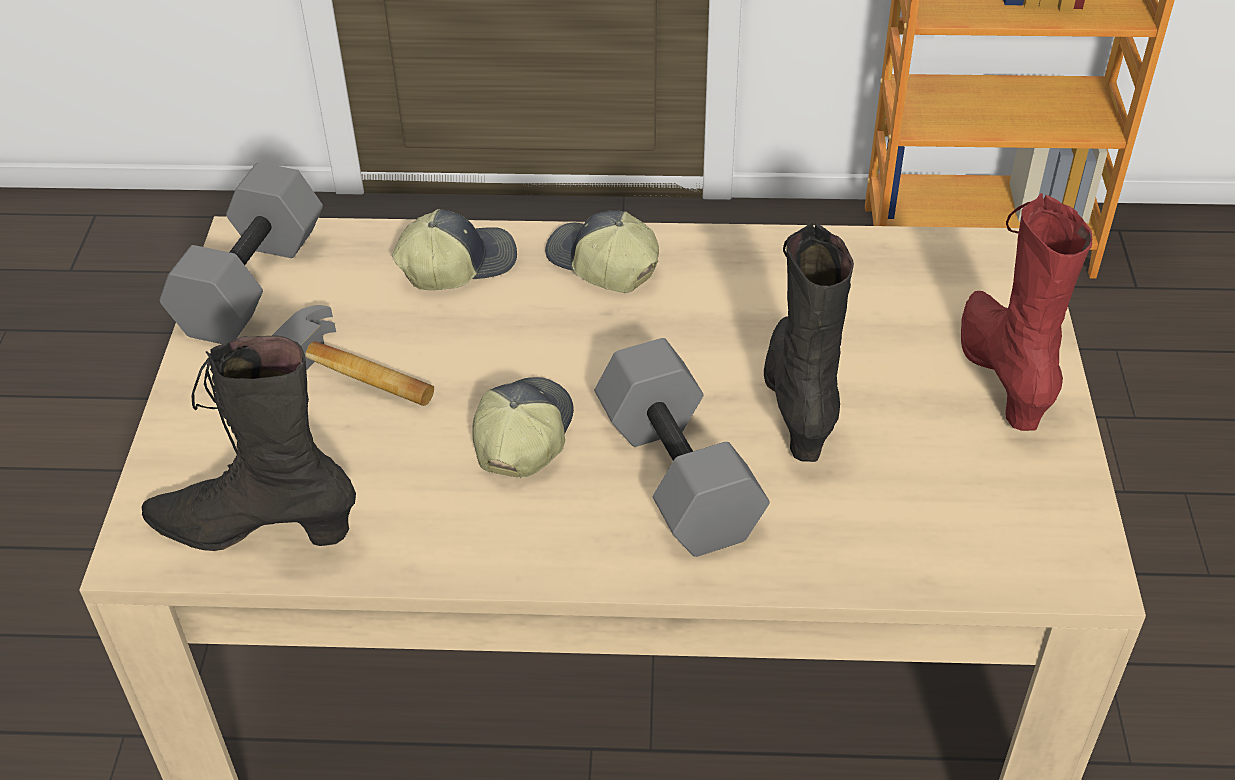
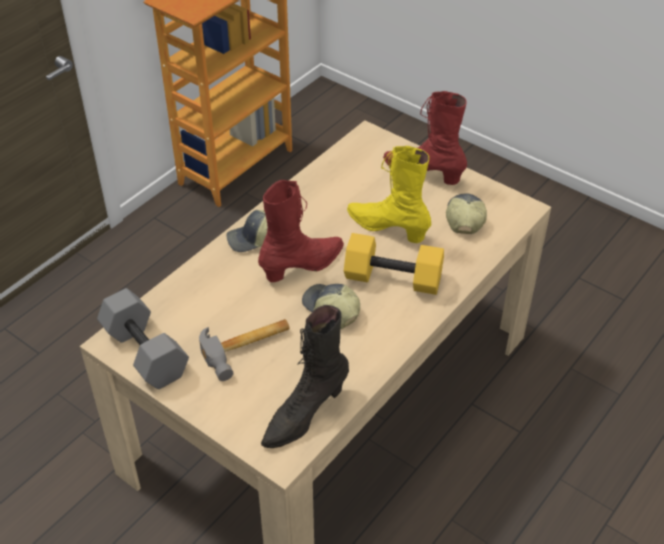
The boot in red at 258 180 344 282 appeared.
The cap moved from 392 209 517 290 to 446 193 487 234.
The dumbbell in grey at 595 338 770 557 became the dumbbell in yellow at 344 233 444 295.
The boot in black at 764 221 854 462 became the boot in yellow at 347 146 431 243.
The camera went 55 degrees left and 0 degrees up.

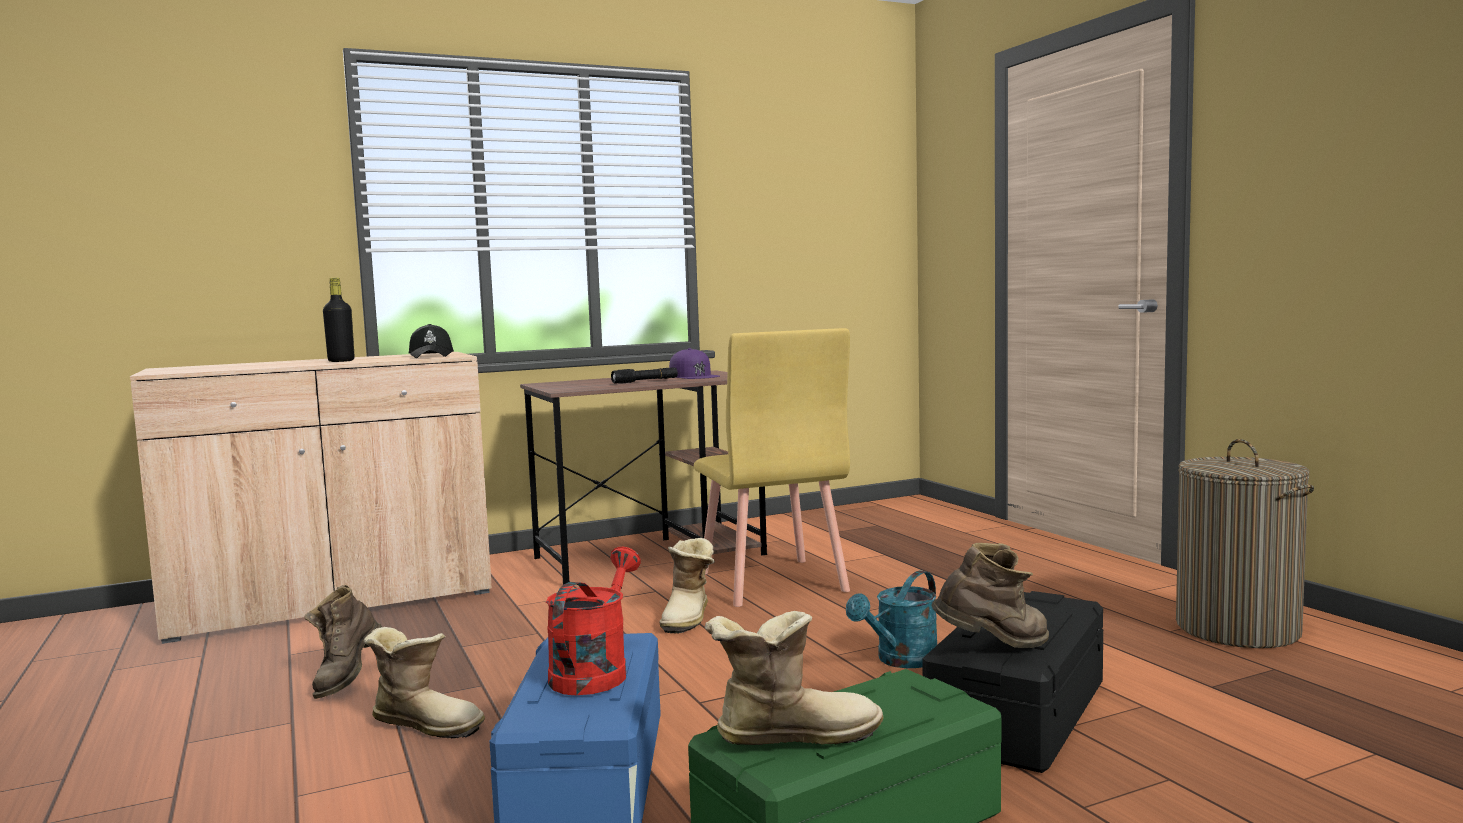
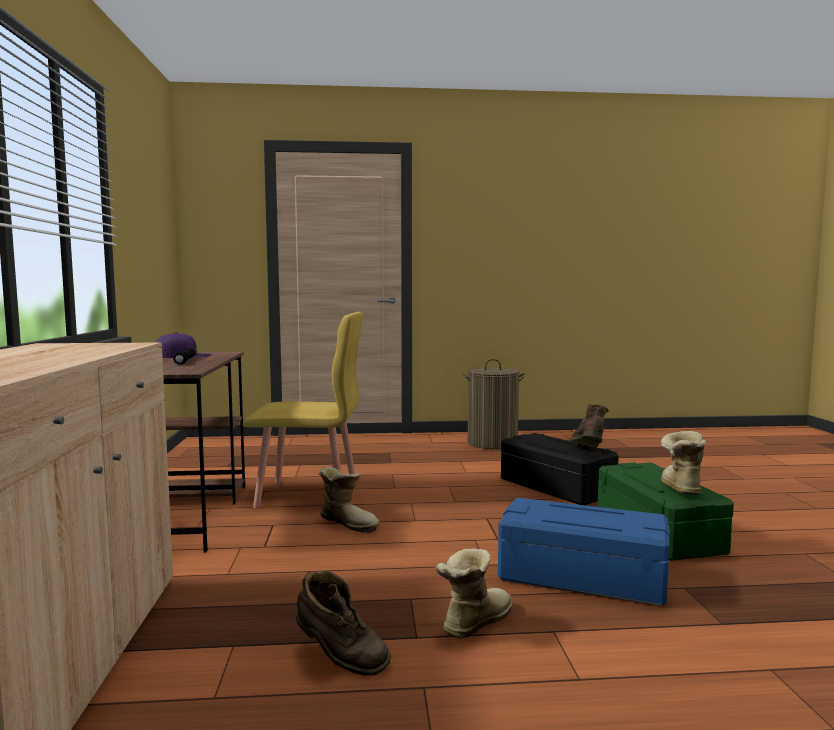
The bottle in black at 323 278 355 362 disappeared.
The cap in black at 408 324 454 358 disappeared.
The watering can in red at 546 546 641 695 disappeared.
The watering can in turquoise at 846 571 937 668 disappeared.
The camera went 70 degrees left and 0 degrees up.

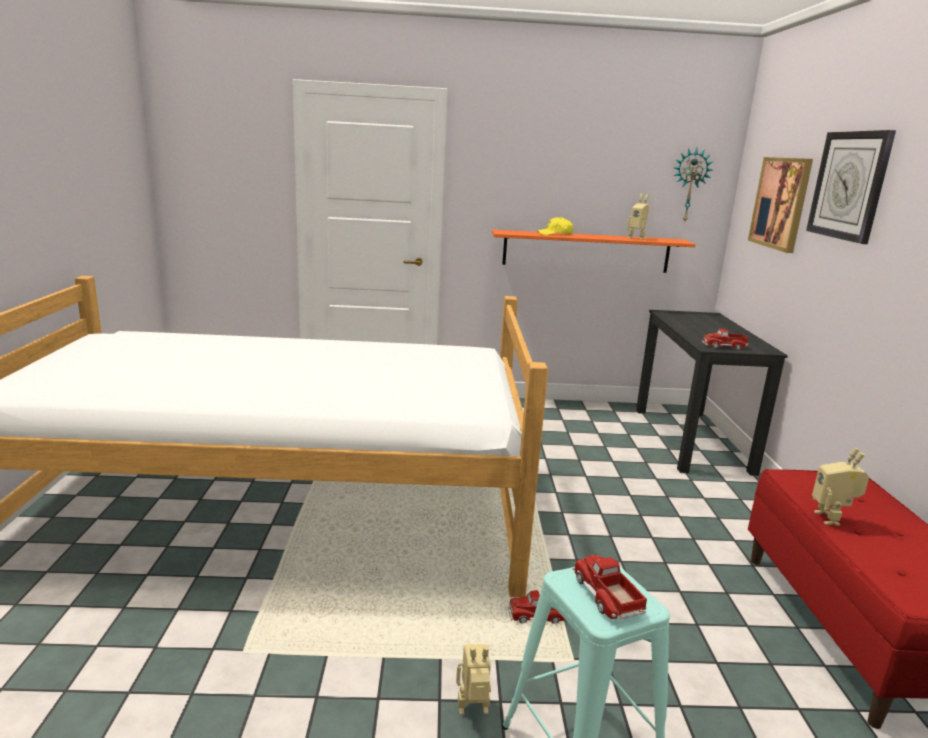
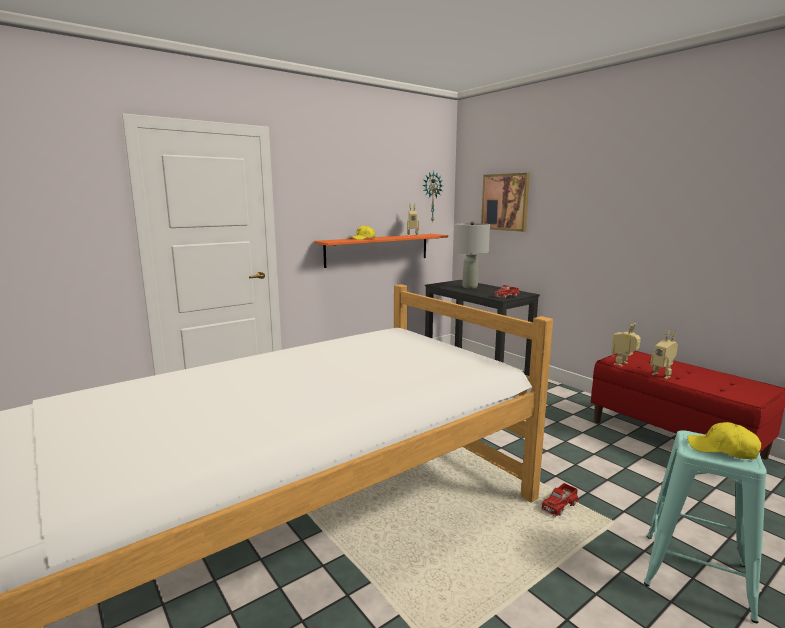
The wall clock at 806 130 896 244 disappeared.
The table lamp in grey at 454 221 490 289 appeared.
The toy robot moved from 456 644 491 715 to 611 323 641 367.
The toy truck at 573 555 647 619 was replaced by the cap in yellow at 687 422 761 460.
The camera went 35 degrees left and 5 degrees down.

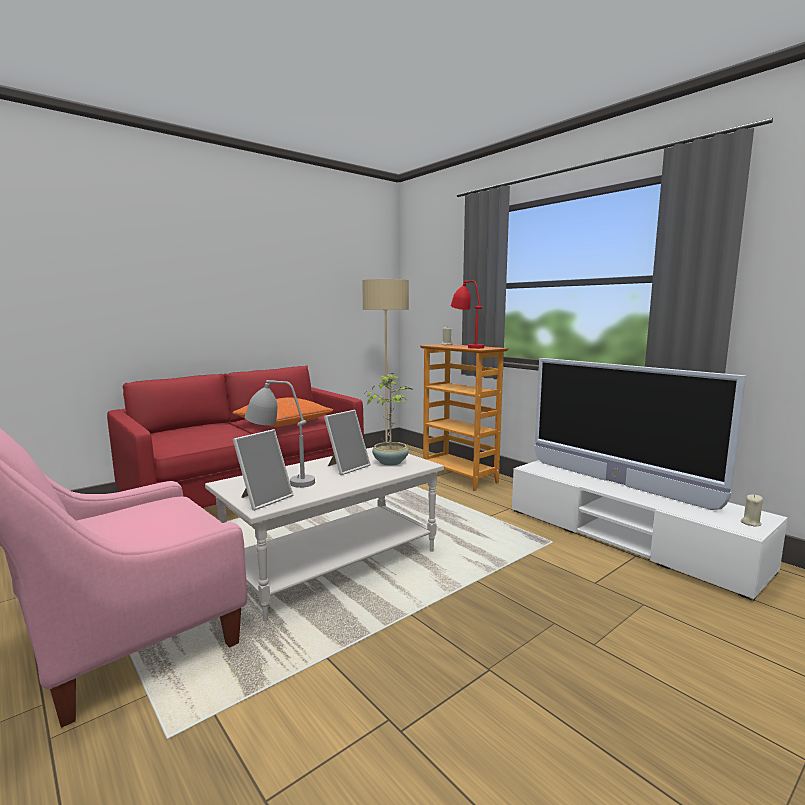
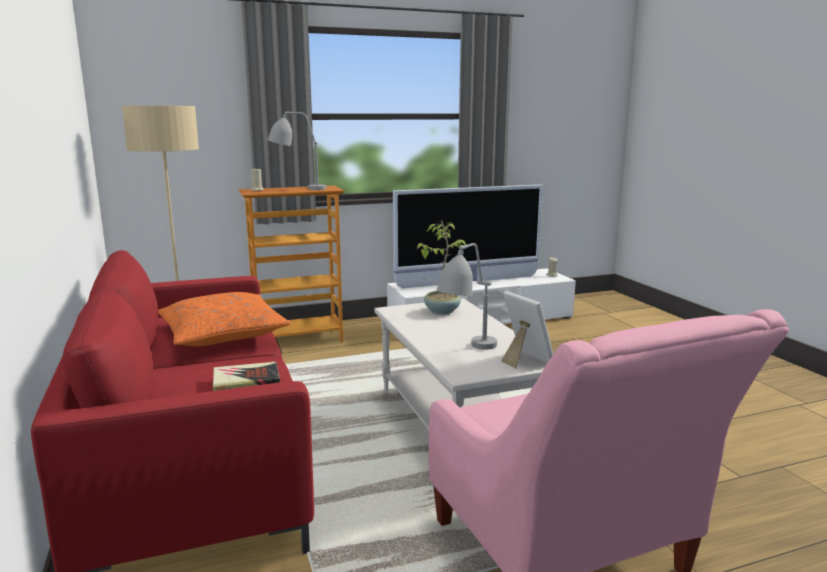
The picture frame at 324 410 370 475 disappeared.
The book at 213 362 280 391 appeared.
The table lamp in red at 451 281 484 349 became the table lamp in grey at 268 112 326 190.
The camera went 70 degrees left and 5 degrees up.

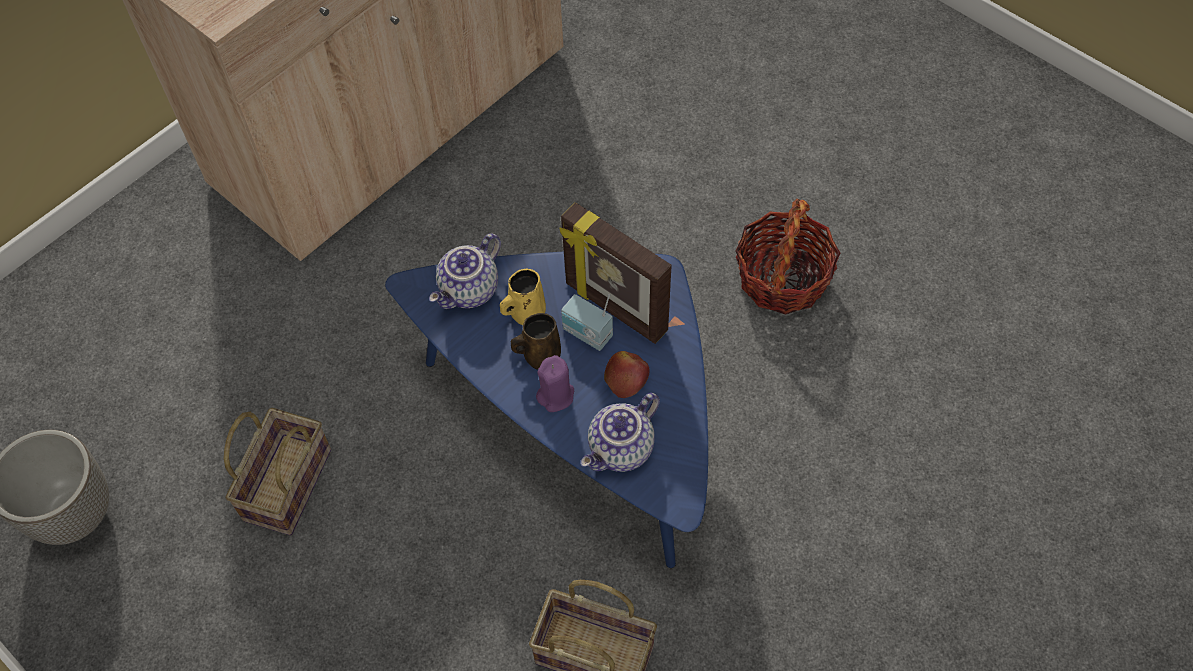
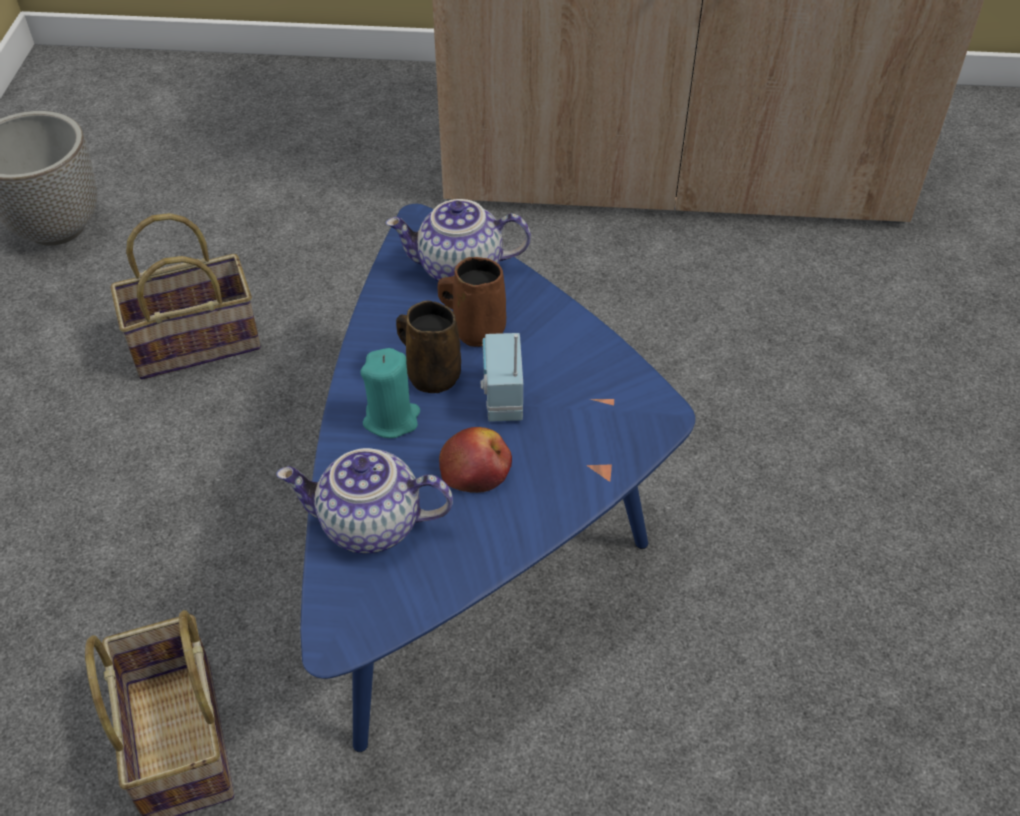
The picture frame at 559 202 672 344 disappeared.
The basket at 735 199 841 315 disappeared.
The mug in yellow at 500 269 546 325 became the mug in brown at 438 257 506 347.
The candle in purple at 536 355 574 412 became the candle in turquoise at 360 348 420 438.
The camera went 50 degrees right and 10 degrees down.

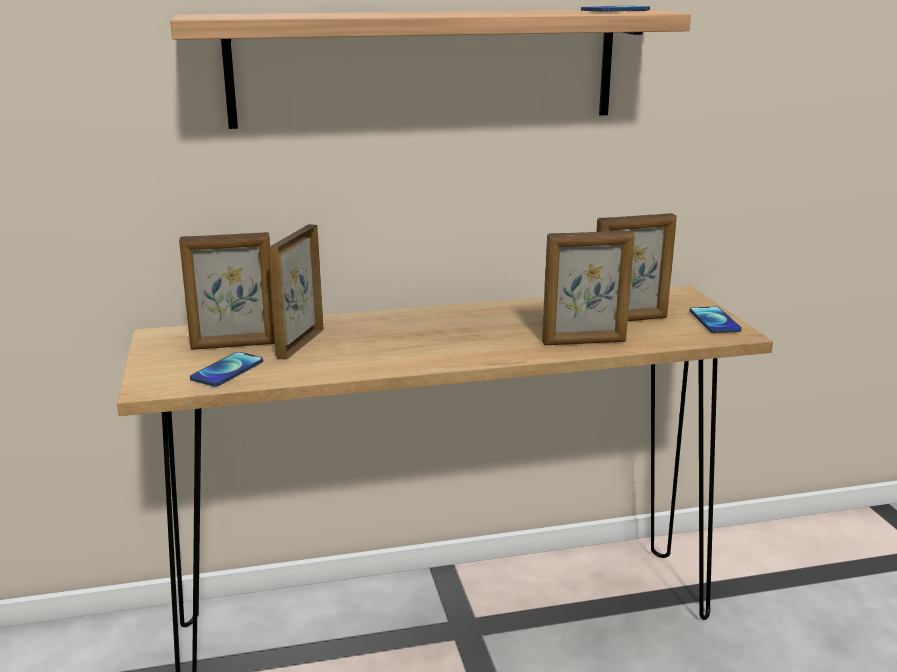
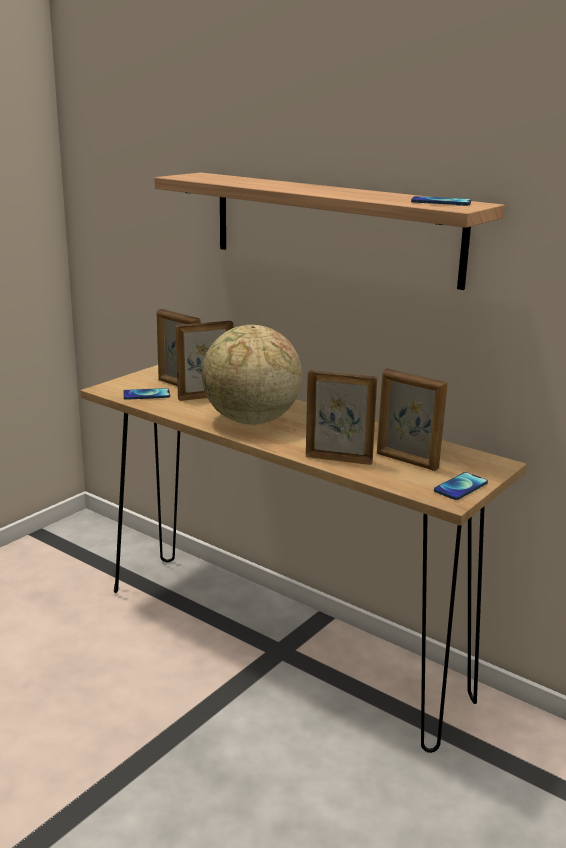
The globe at 202 325 302 425 appeared.
The picture frame at 542 231 635 345 turned 150 degrees clockwise.
The camera went 50 degrees right and 0 degrees up.

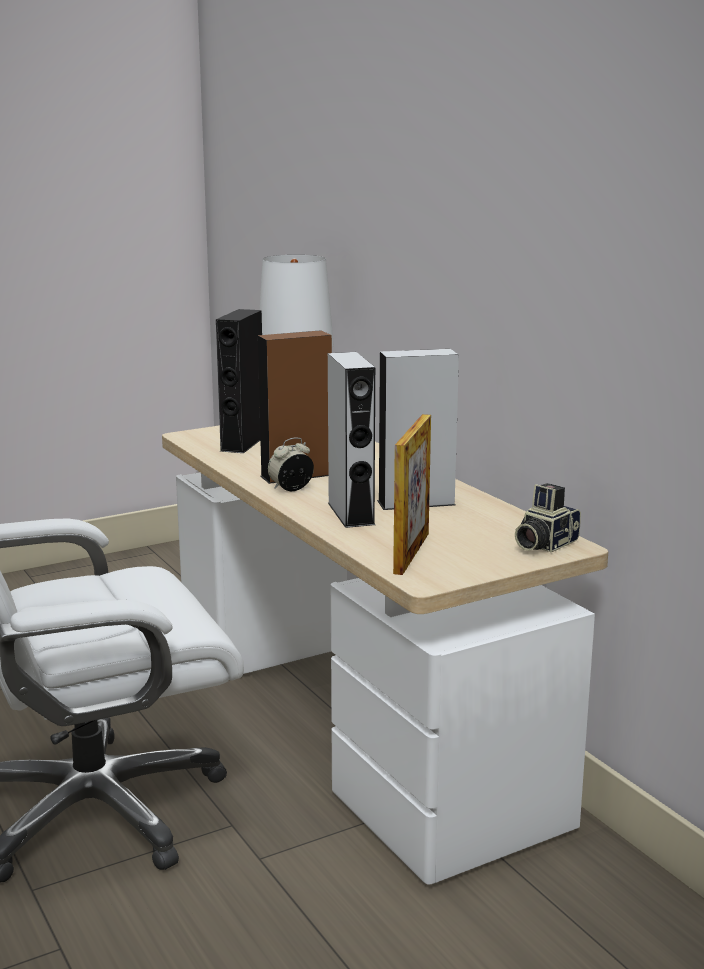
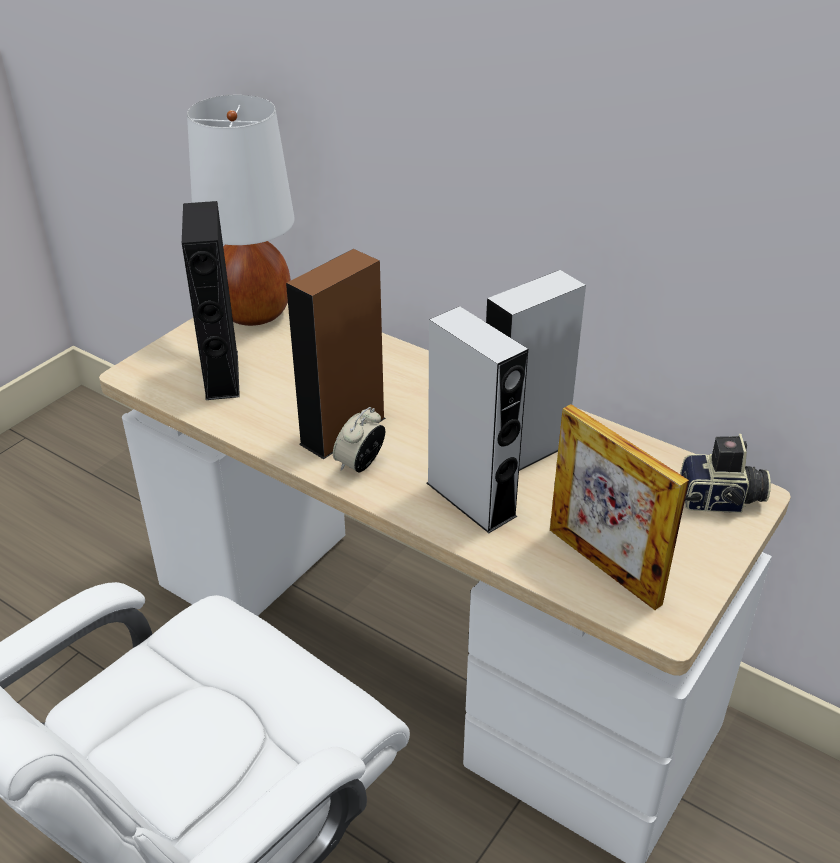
The picture frame at 393 414 431 575 turned 150 degrees clockwise.
The photo camera at 515 483 581 552 turned 105 degrees counterclockwise.
The camera went 25 degrees left and 20 degrees up.

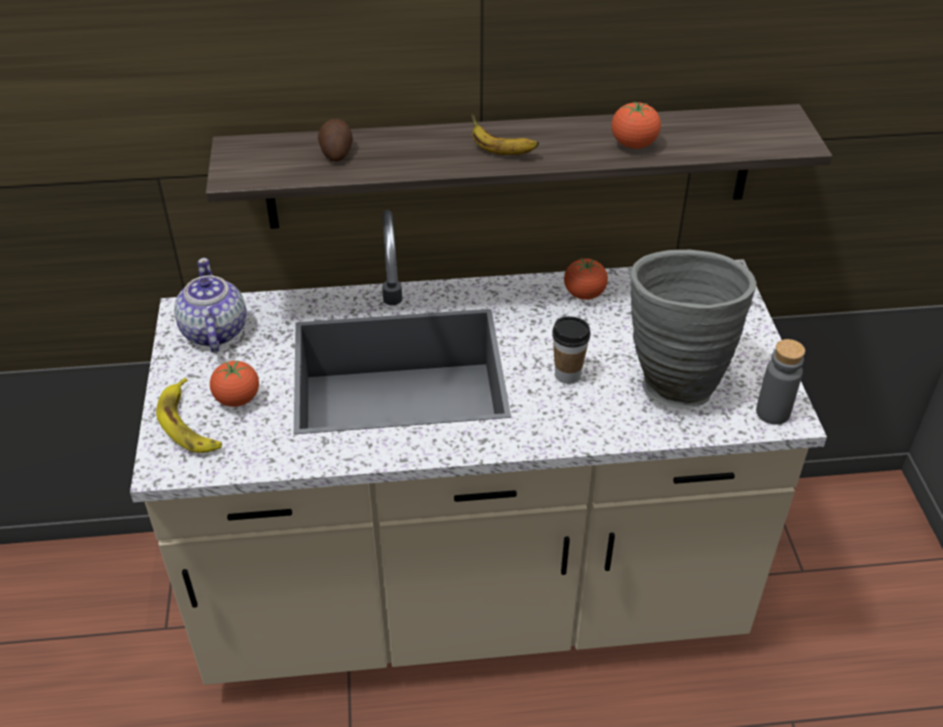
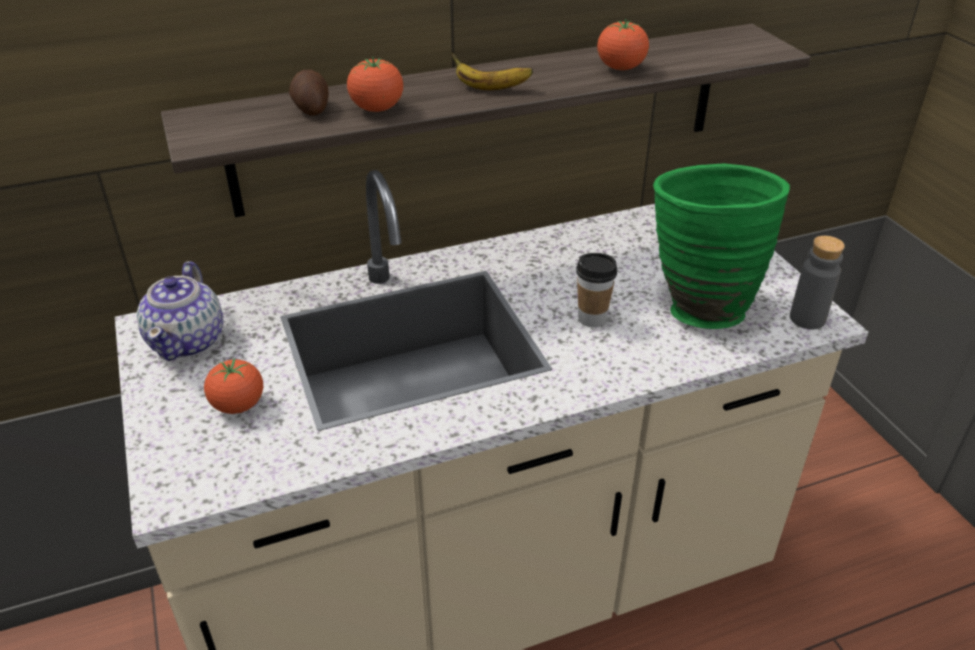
The banana at 156 378 222 453 disappeared.
The tomato moved from 564 259 608 300 to 347 57 403 112.
The vase in grey at 630 250 757 408 became the vase in green at 653 164 790 329.
The teapot at 174 258 247 353 turned 150 degrees counterclockwise.
The camera went 15 degrees left and 5 degrees down.

